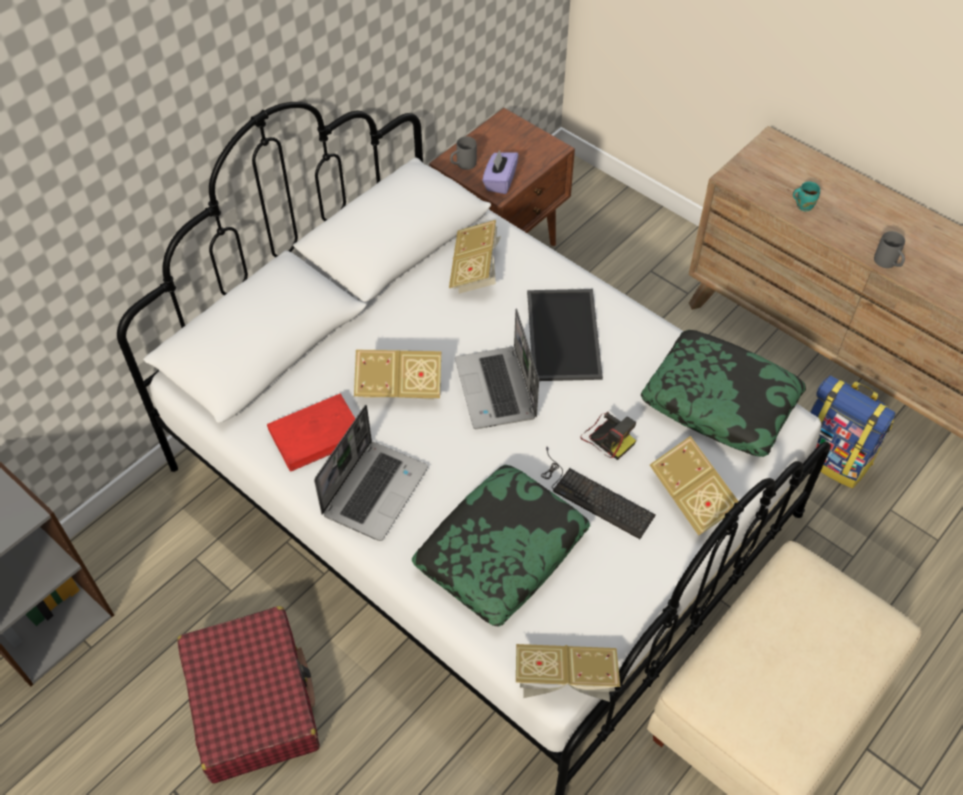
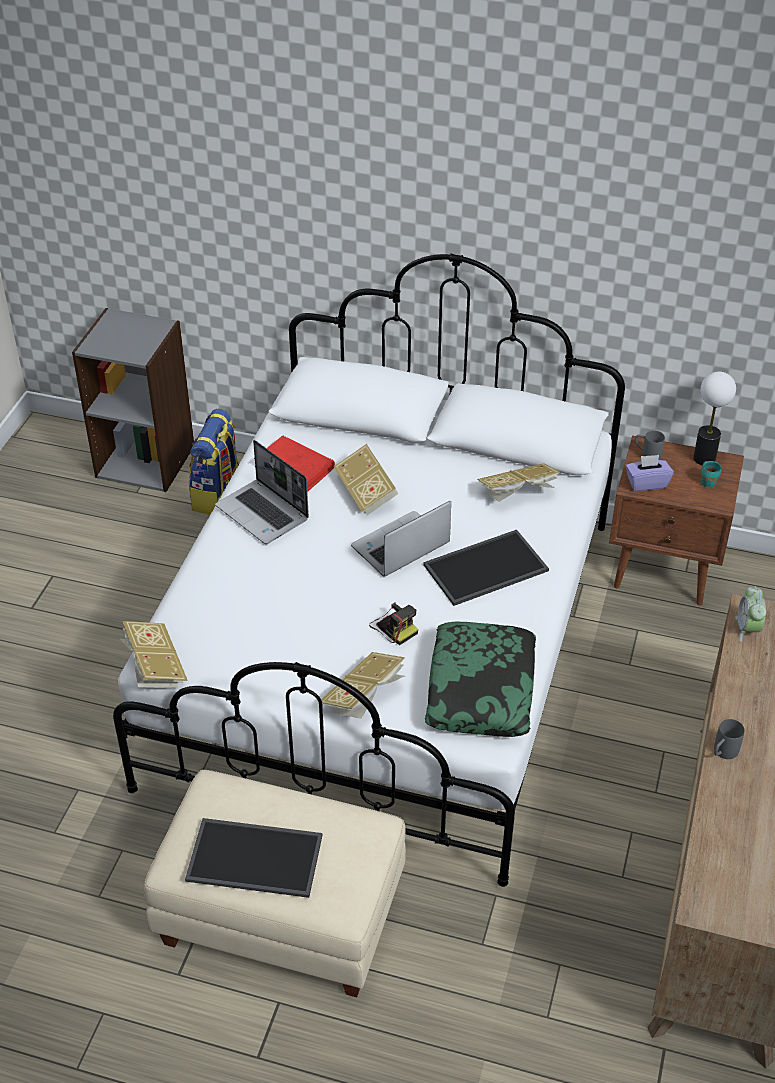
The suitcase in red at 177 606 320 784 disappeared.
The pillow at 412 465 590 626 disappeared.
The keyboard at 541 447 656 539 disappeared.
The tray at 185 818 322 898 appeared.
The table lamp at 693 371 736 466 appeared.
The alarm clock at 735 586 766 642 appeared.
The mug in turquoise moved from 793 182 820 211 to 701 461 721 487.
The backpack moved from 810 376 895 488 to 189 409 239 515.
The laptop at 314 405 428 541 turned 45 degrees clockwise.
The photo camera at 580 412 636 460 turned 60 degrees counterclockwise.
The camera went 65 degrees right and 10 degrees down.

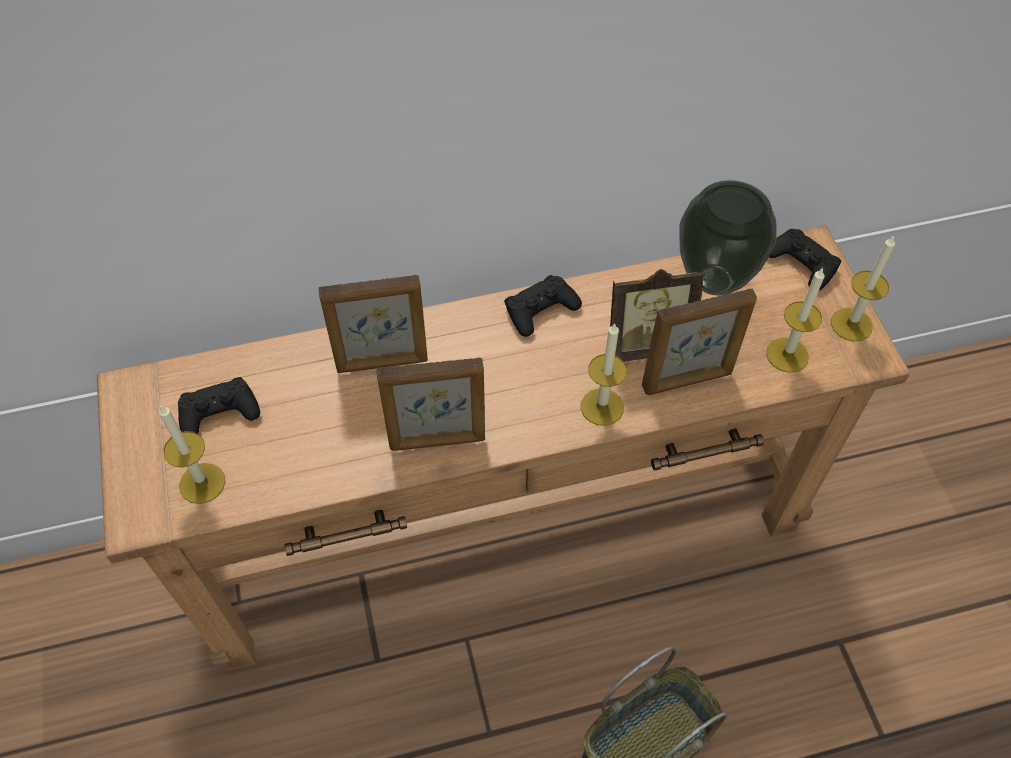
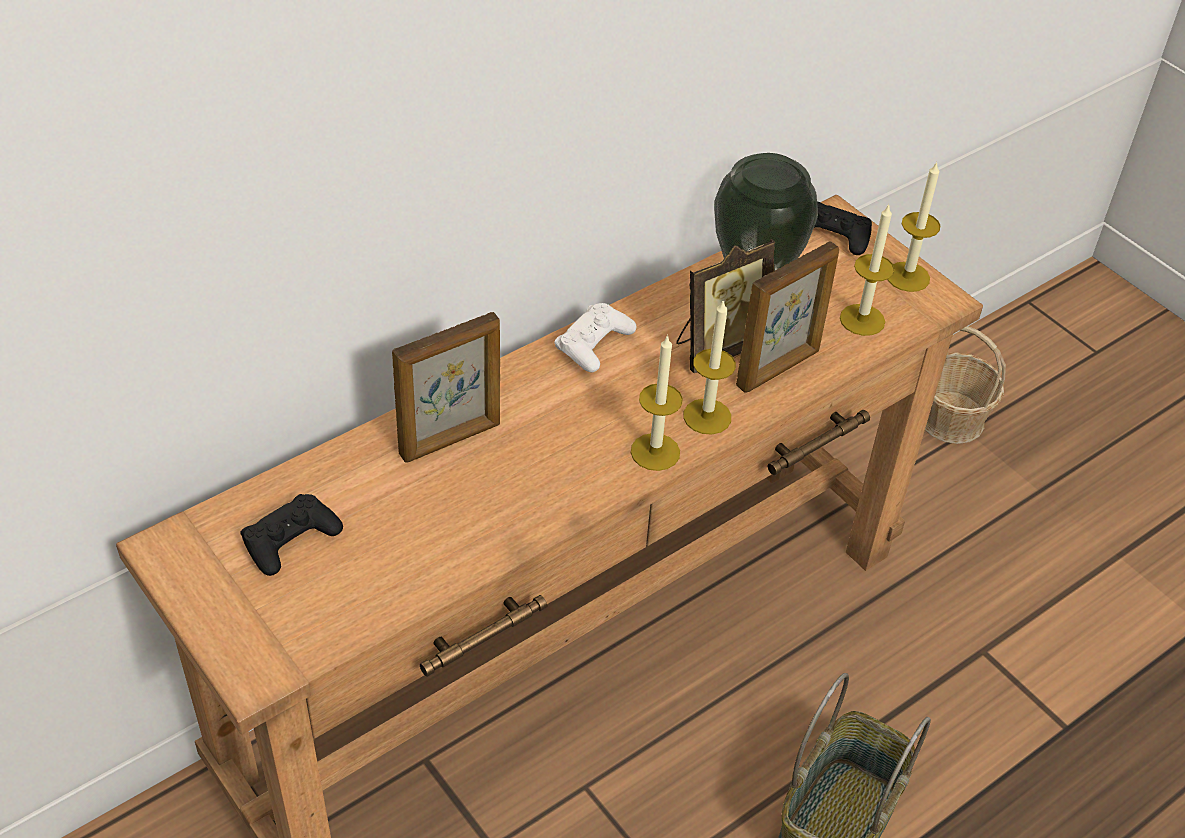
The picture frame at 377 358 485 451 disappeared.
The basket at 925 326 1006 444 appeared.
The candle moved from 159 406 225 504 to 631 334 683 471.
The game controller in black at 504 275 582 337 became the game controller in white at 554 303 637 372.
The camera went 25 degrees left and 10 degrees down.

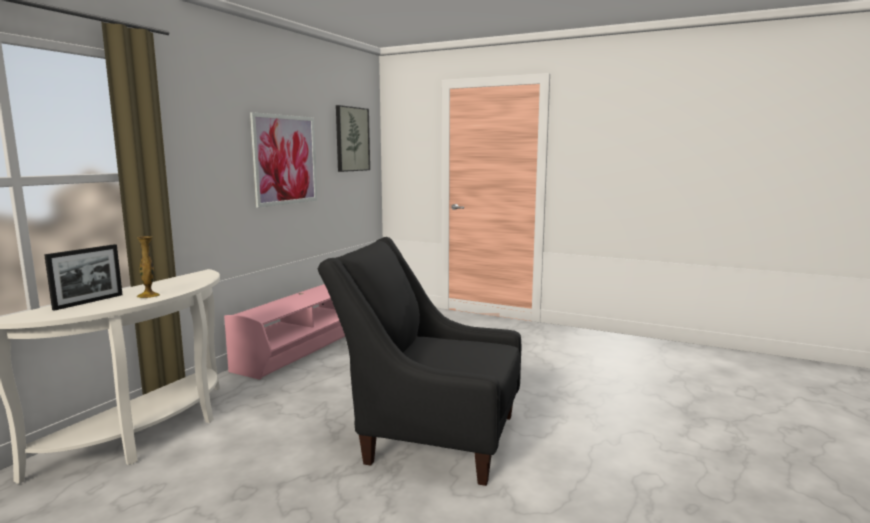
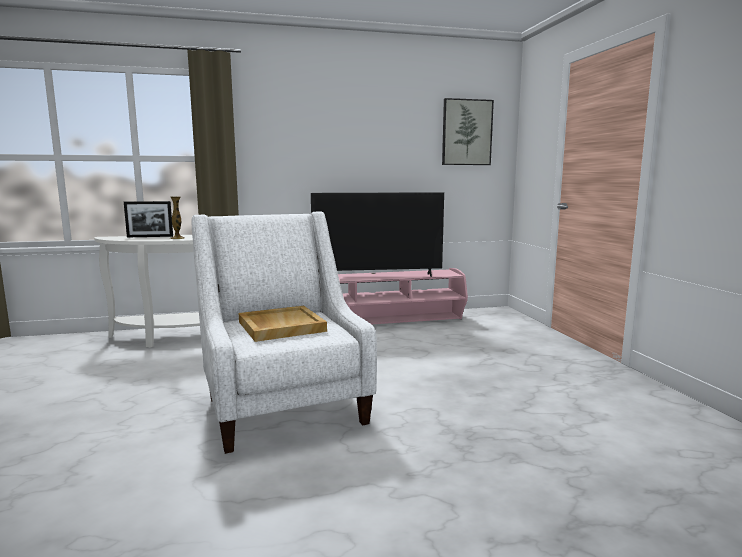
The picture at 250 112 317 208 disappeared.
The tray in beige at 239 306 327 342 appeared.
The television at 311 192 444 277 appeared.
The armchair in black at 318 237 521 486 became the armchair in white at 192 212 377 454.
The camera went 50 degrees right and 0 degrees up.

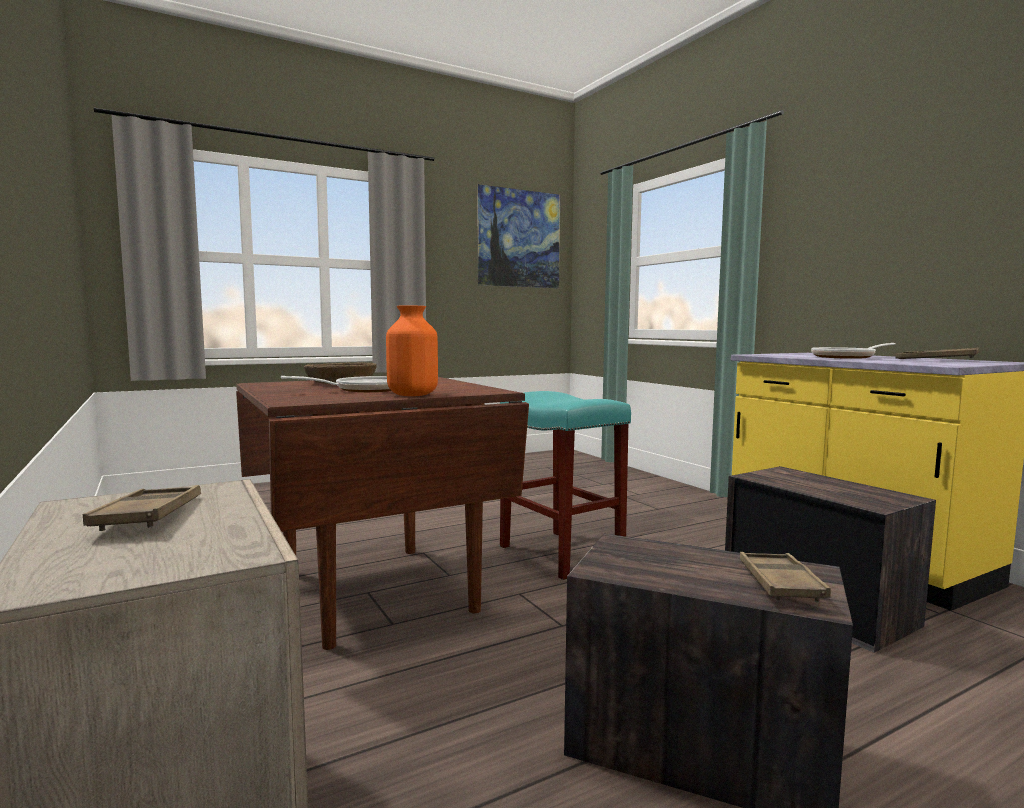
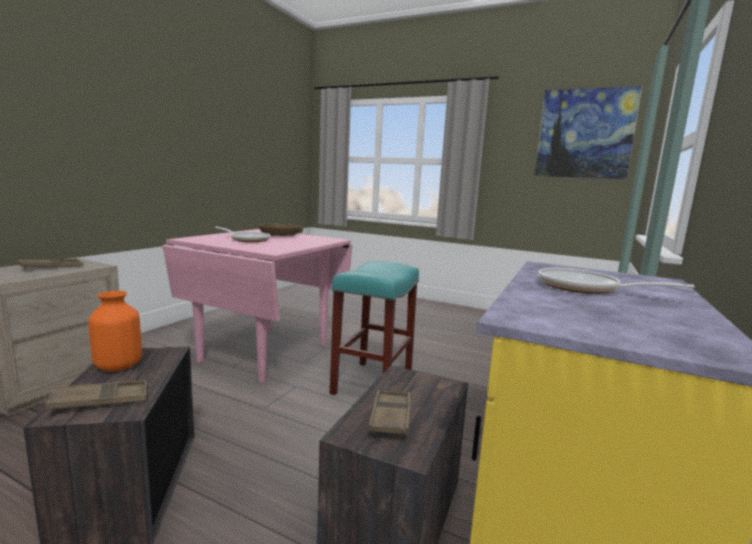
The vase in orange moved from 386 305 438 396 to 88 291 142 371.
The tray in brown moved from 895 348 979 359 to 369 390 410 436.
The dining table in brown at 236 377 529 650 became the dining table in pink at 162 229 353 382.
The camera went 55 degrees right and 5 degrees up.

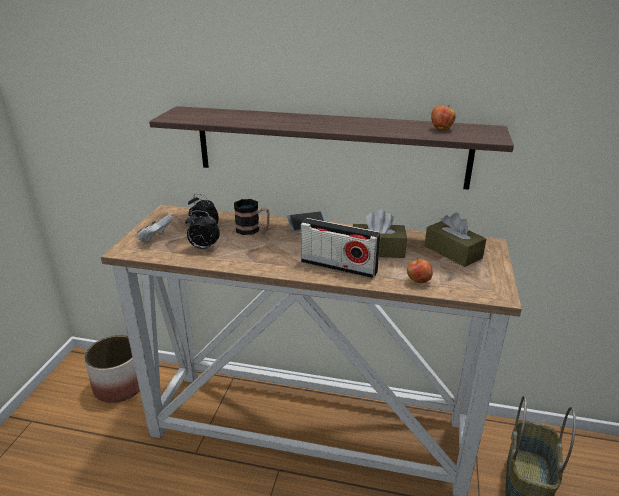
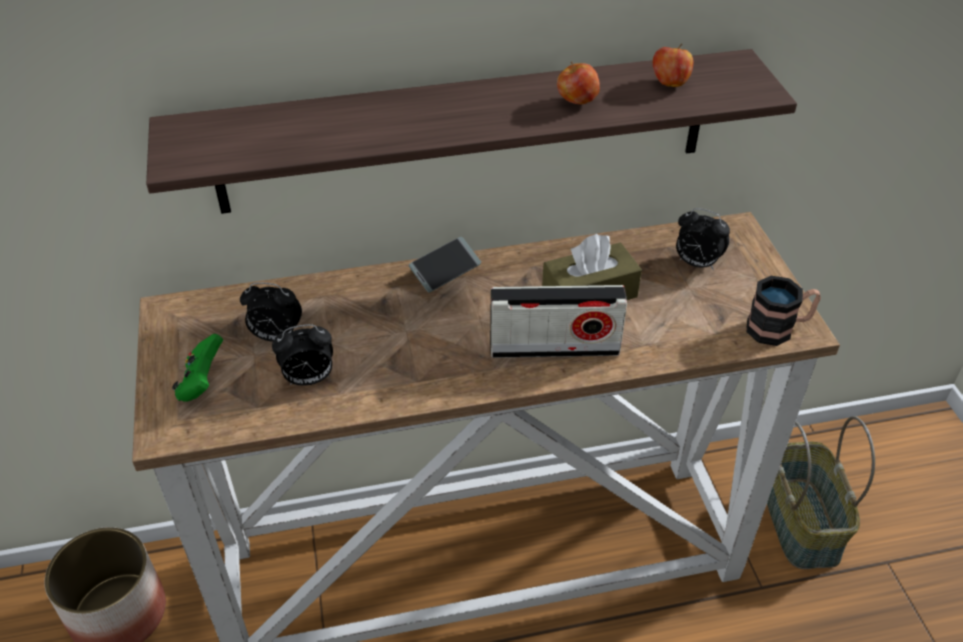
The mug moved from 234 199 270 235 to 746 276 821 346.
The apple moved from 407 257 433 283 to 557 62 600 104.
The tissue box in brown at 425 212 486 267 was replaced by the alarm clock at 676 208 730 270.
The game controller in white at 137 214 173 242 became the game controller in green at 172 334 223 402.
The camera went 25 degrees left and 15 degrees up.

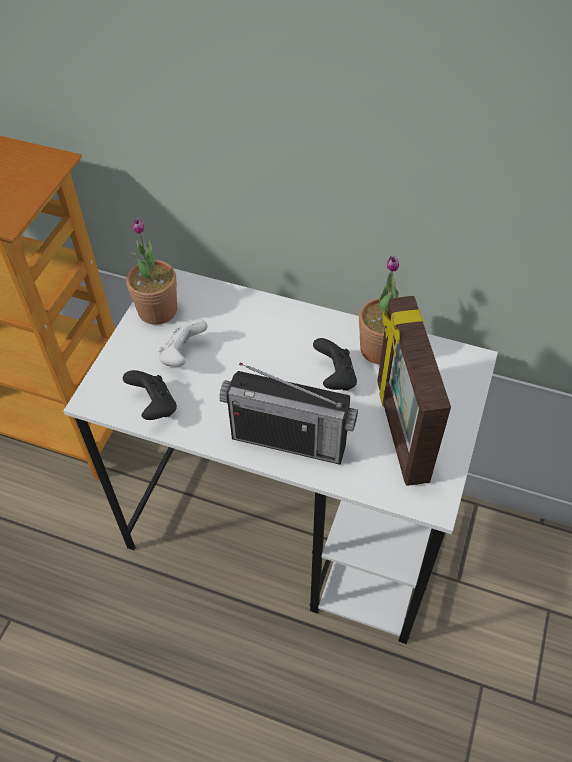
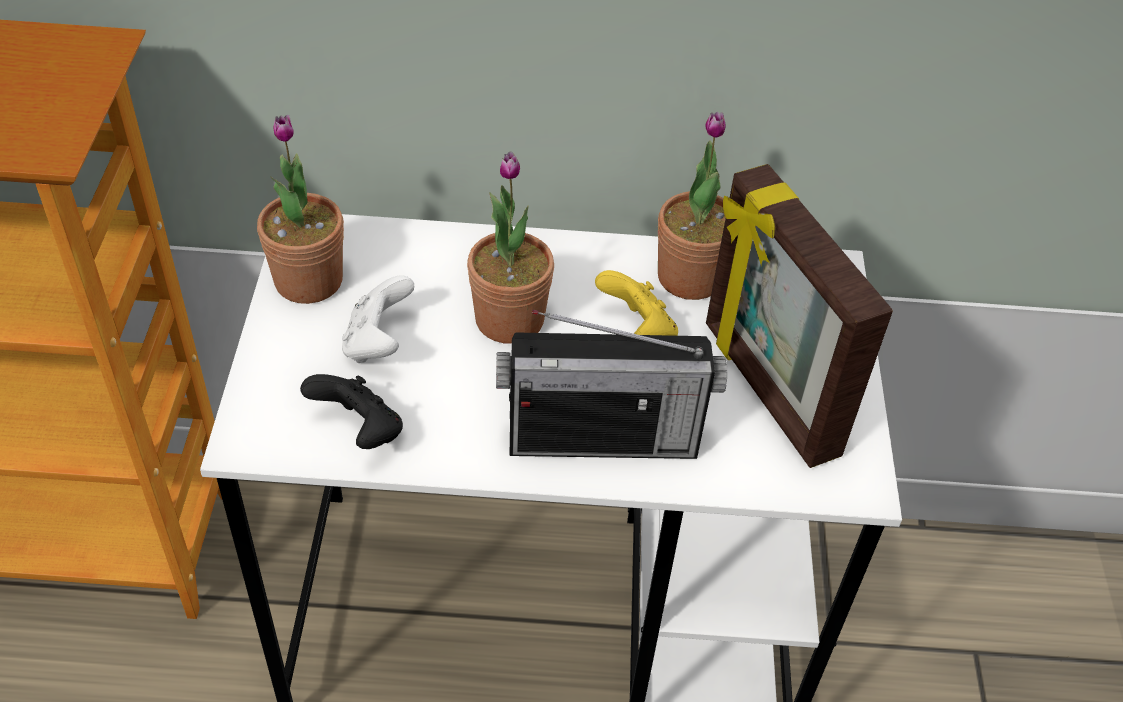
The potted plant at 467 151 554 344 appeared.
The game controller in black at 313 338 357 391 became the game controller in yellow at 595 270 678 336.
The camera went 20 degrees left and 5 degrees down.

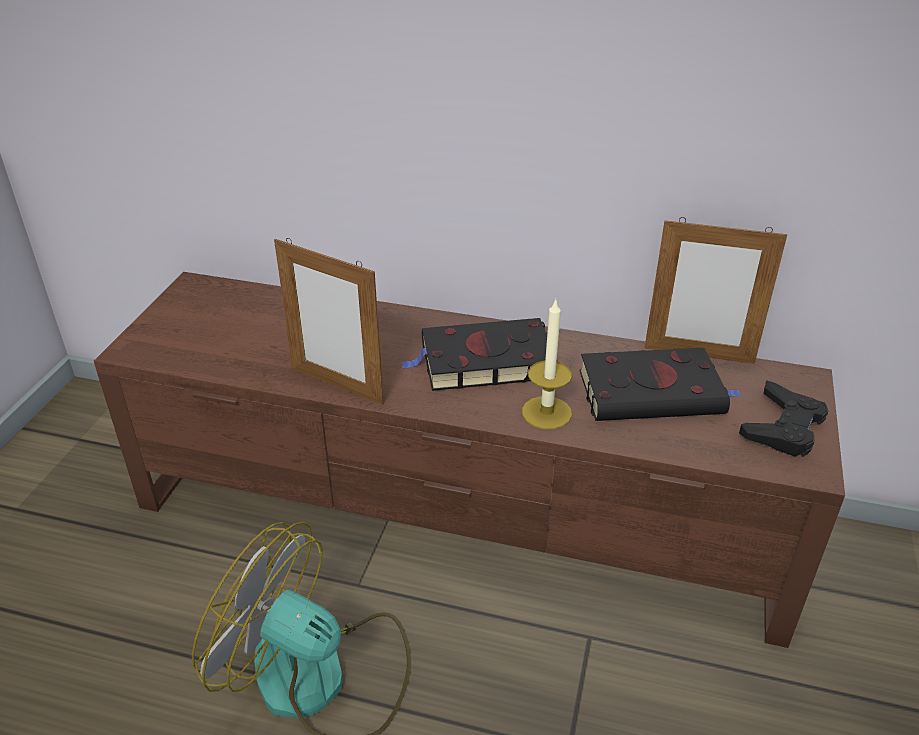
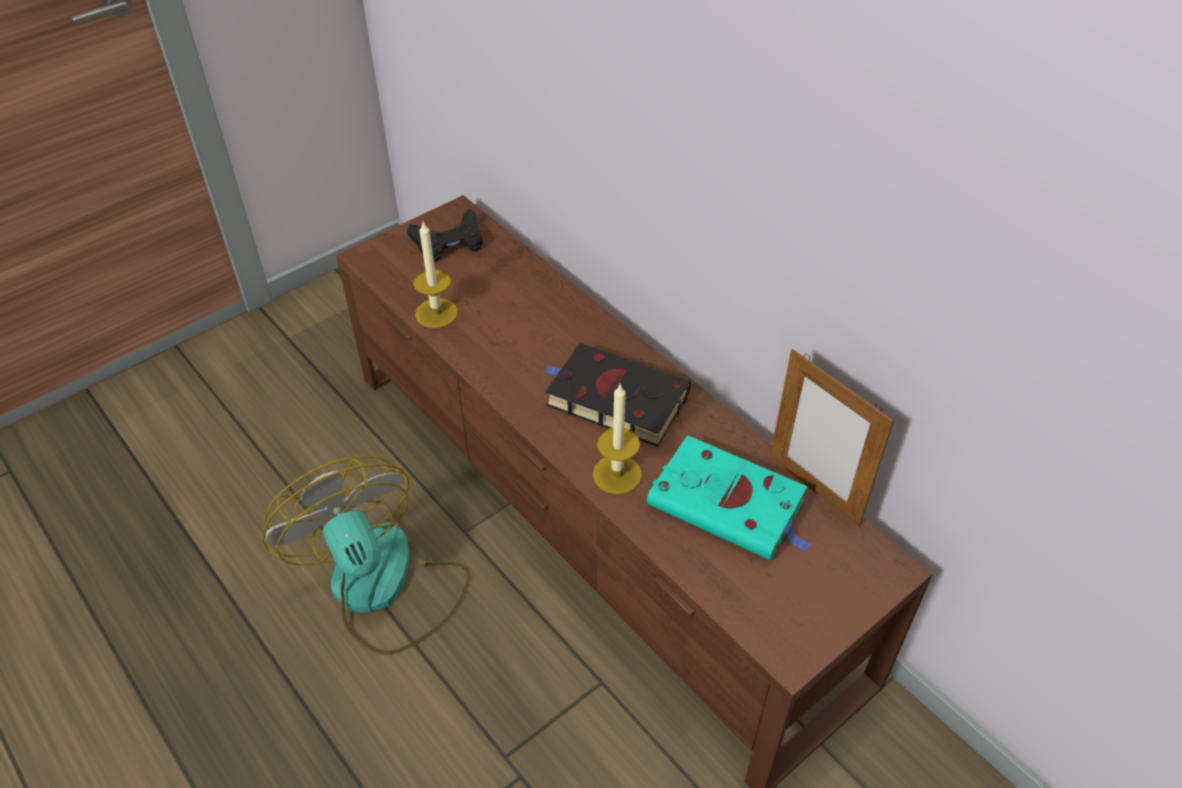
The picture frame at 274 238 384 405 disappeared.
The candle at 413 222 458 328 appeared.
The game controller in black moved from 739 380 828 457 to 407 209 483 262.
The book in black at 580 348 742 421 became the book in turquoise at 647 435 813 560.
The camera went 35 degrees right and 10 degrees up.

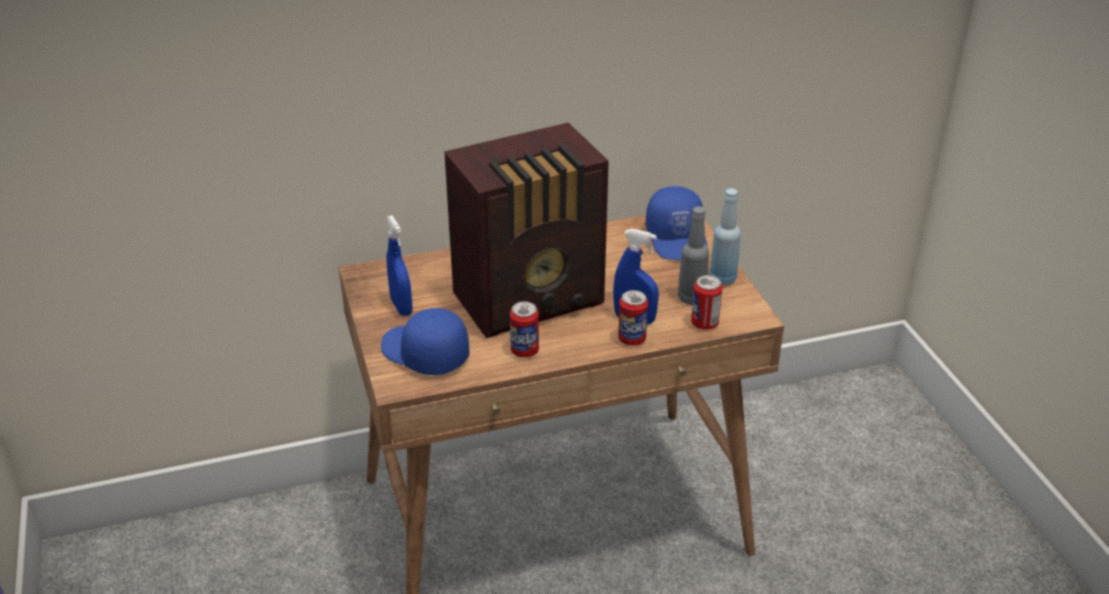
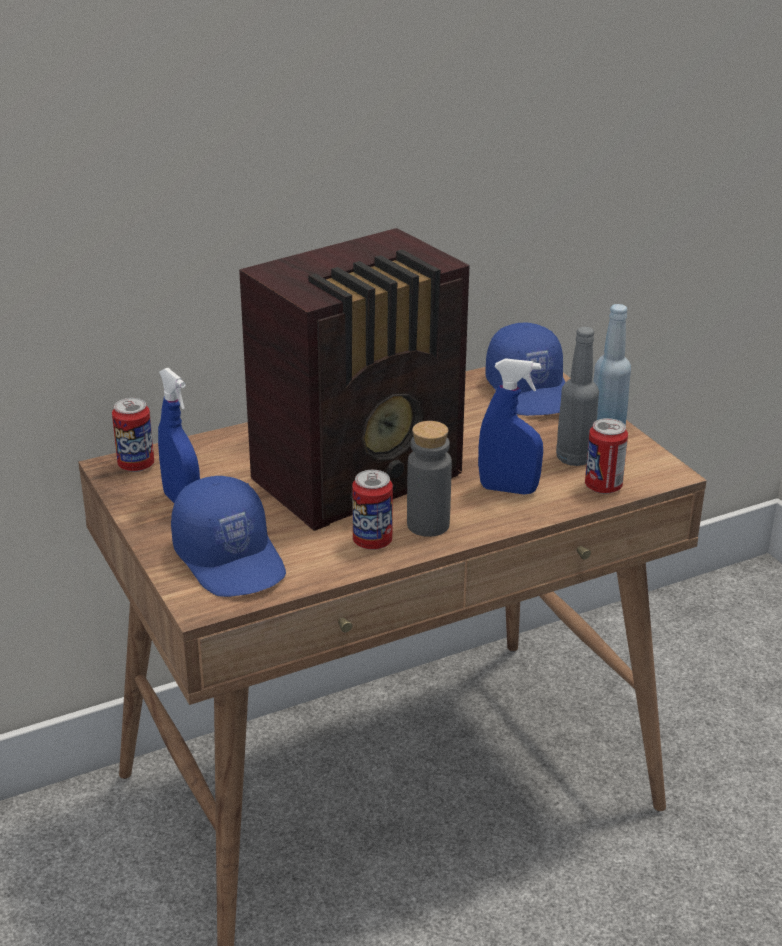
The bottle in grey at 407 421 452 537 appeared.
The can moved from 618 290 648 346 to 112 398 154 472.
The cap in blue at 381 308 469 375 turned 150 degrees counterclockwise.
The camera went 10 degrees left and 5 degrees down.

